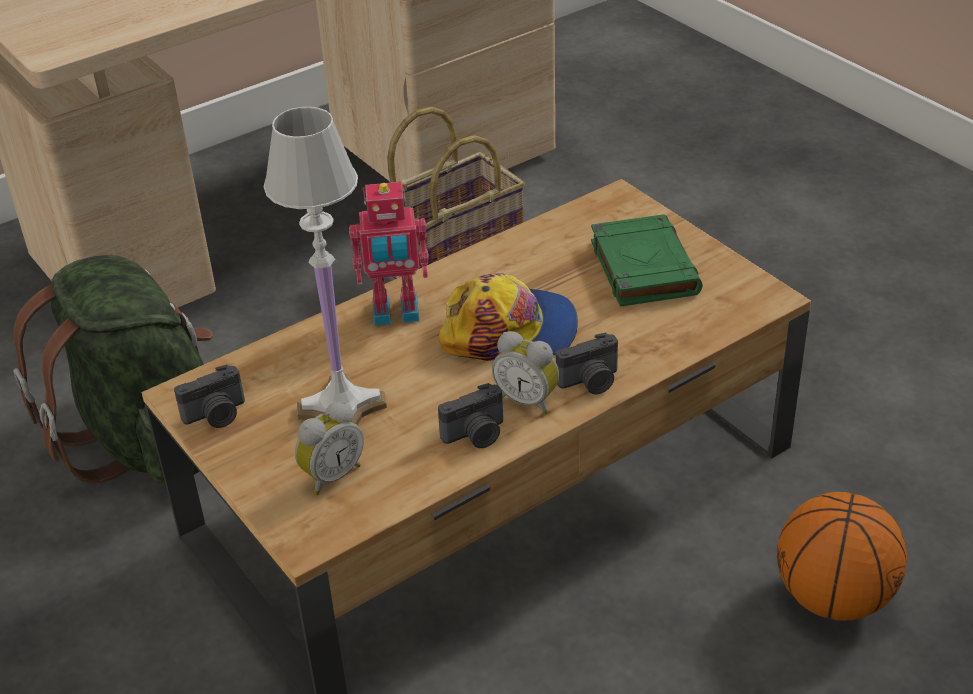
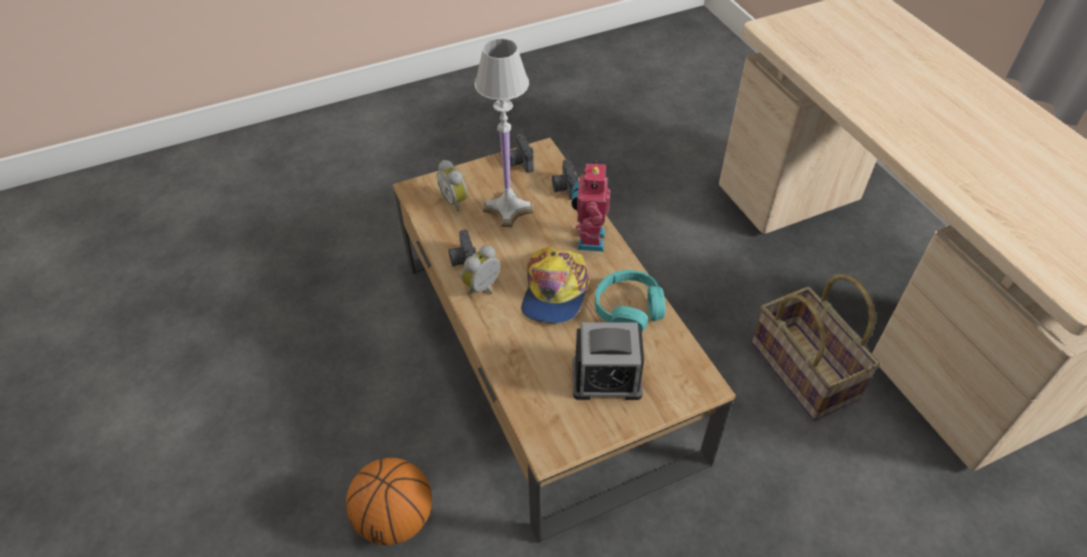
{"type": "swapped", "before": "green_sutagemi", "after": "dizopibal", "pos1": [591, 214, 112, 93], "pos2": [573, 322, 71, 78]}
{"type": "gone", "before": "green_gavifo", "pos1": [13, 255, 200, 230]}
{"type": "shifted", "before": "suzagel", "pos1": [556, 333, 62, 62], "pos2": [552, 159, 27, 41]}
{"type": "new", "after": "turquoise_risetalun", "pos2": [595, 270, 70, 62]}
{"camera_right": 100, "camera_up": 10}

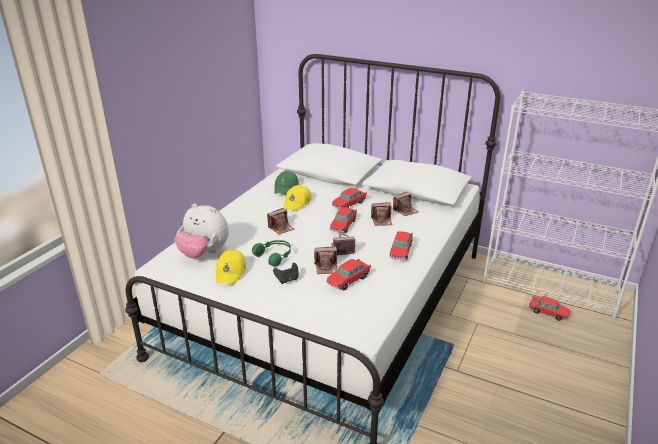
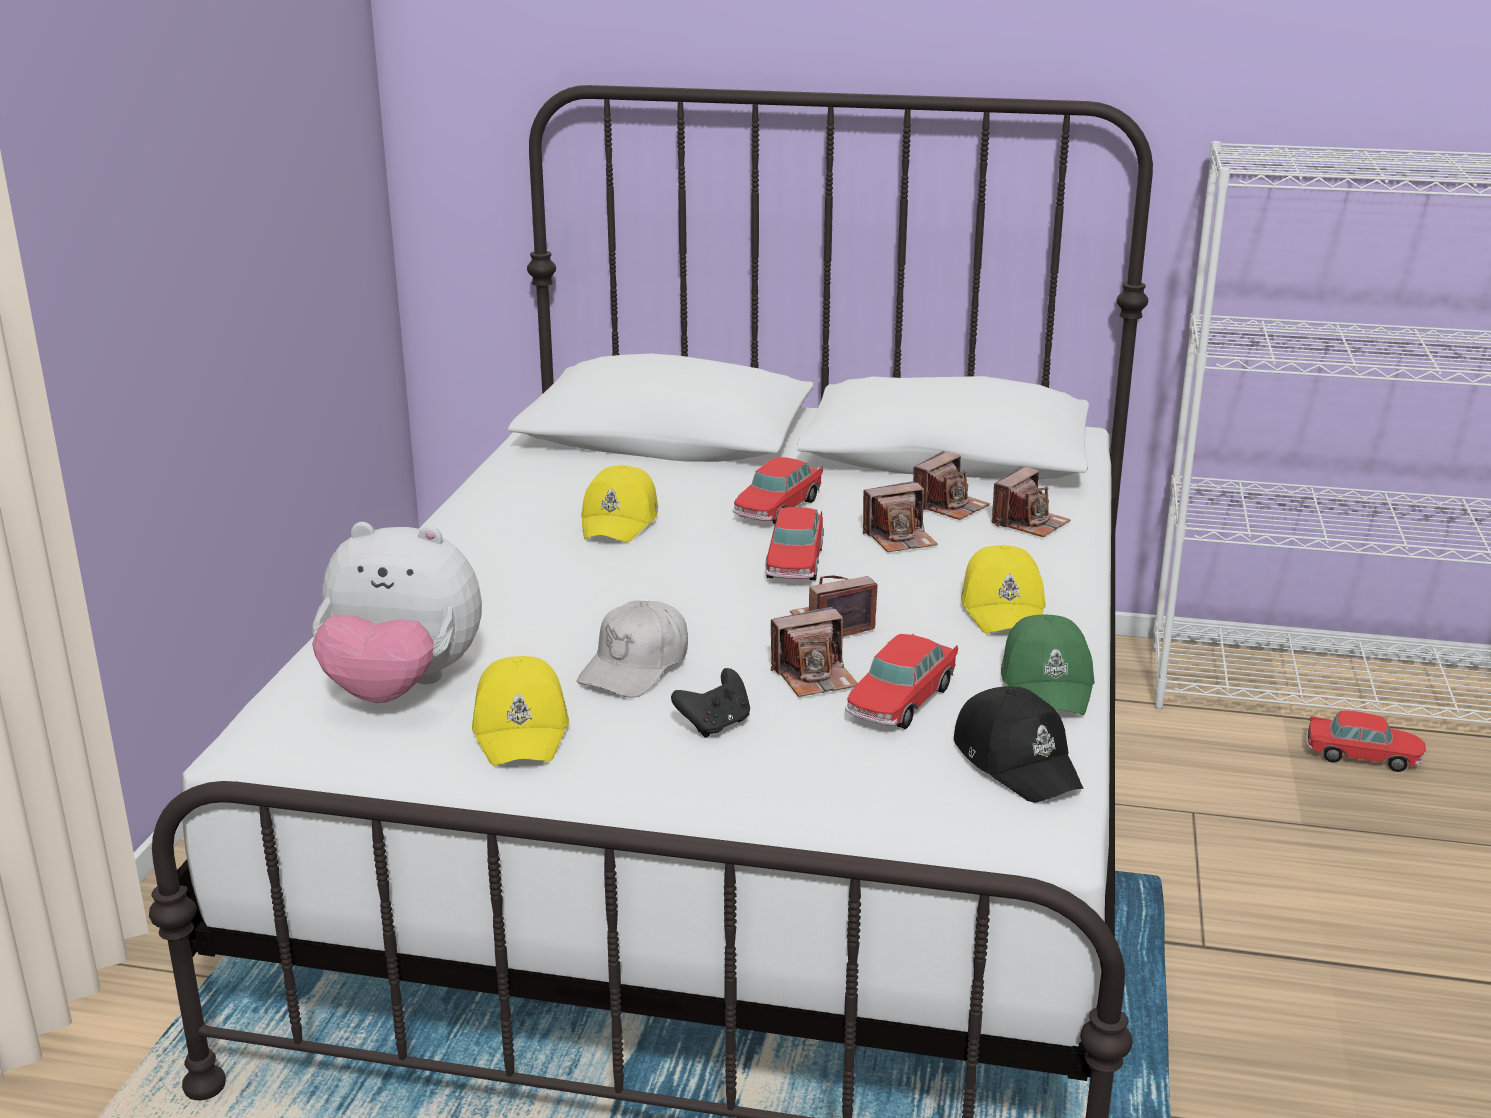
{"type": "shifted", "before": "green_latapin", "pos1": [274, 171, 25, 24], "pos2": [1001, 615, 94, 100]}
{"type": "shifted", "before": "suzagel", "pos1": [267, 208, 27, 26], "pos2": [992, 466, 79, 71]}
{"type": "swapped", "before": "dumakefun", "after": "yellow_latapin", "pos1": [390, 231, 23, 29], "pos2": [961, 545, 85, 89]}
{"type": "swapped", "before": "green_risetalun", "after": "white_latapin", "pos1": [252, 240, 39, 26], "pos2": [577, 601, 111, 97]}
{"type": "new", "after": "black_latapin", "pos2": [954, 686, 130, 117]}
{"camera_right": -15, "camera_up": -5}

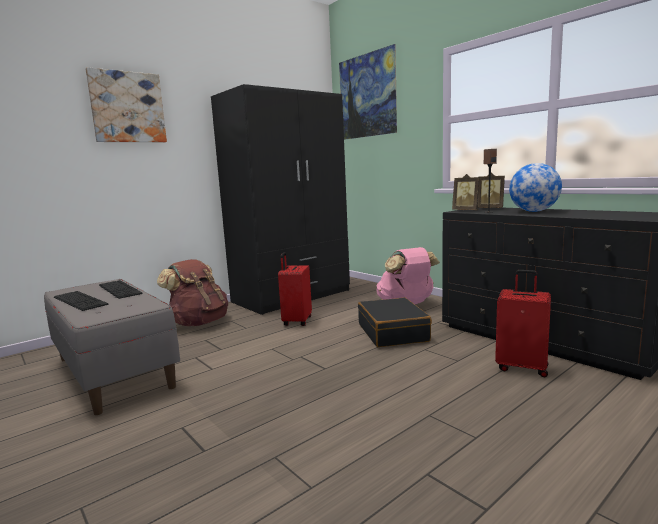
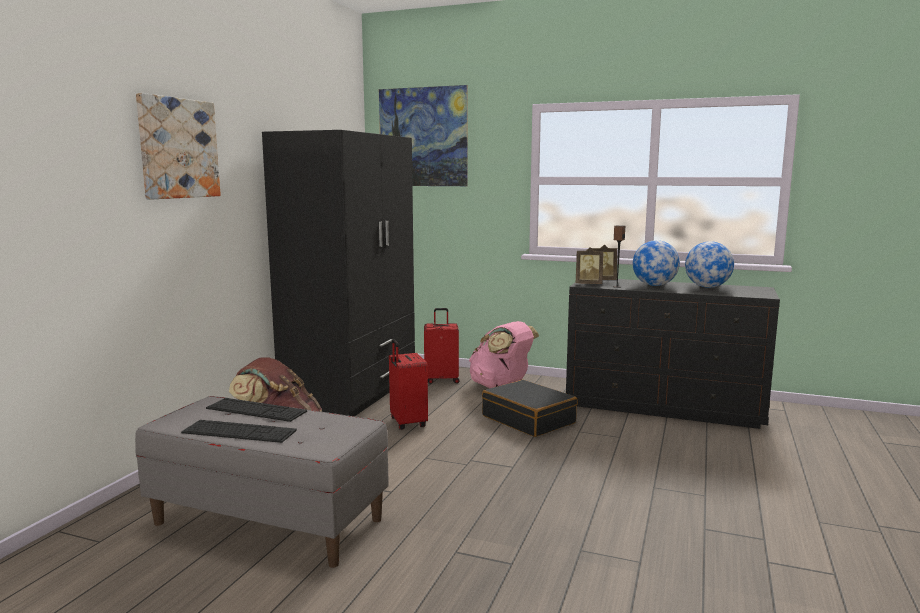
{"type": "shifted", "before": "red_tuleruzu", "pos1": [495, 270, 56, 107], "pos2": [424, 308, 35, 76]}
{"type": "new", "after": "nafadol", "pos2": [685, 241, 49, 47]}
{"camera_right": -30, "camera_up": 0}

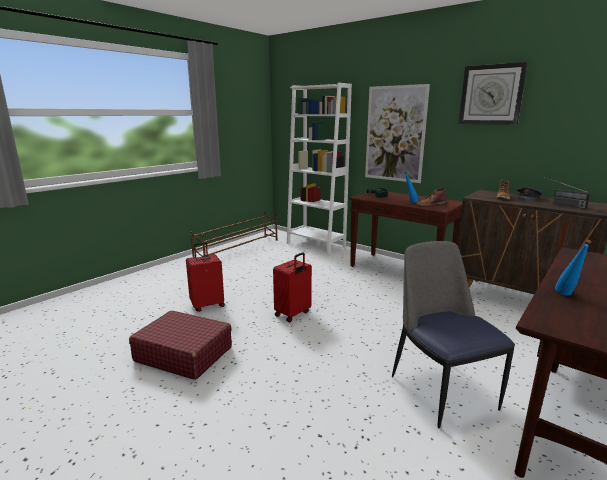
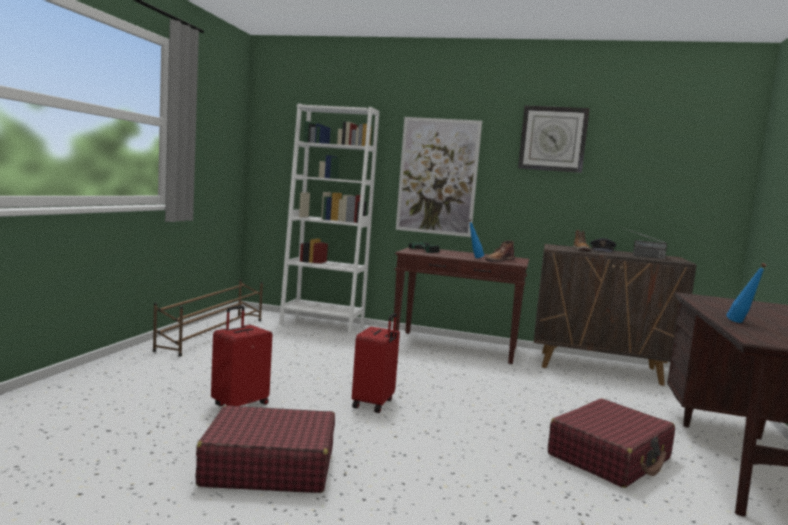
{"type": "swapped", "before": "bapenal", "after": "red_tuleruzu", "pos1": [392, 241, 123, 187], "pos2": [548, 399, 127, 89]}
{"camera_right": -25, "camera_up": -10}

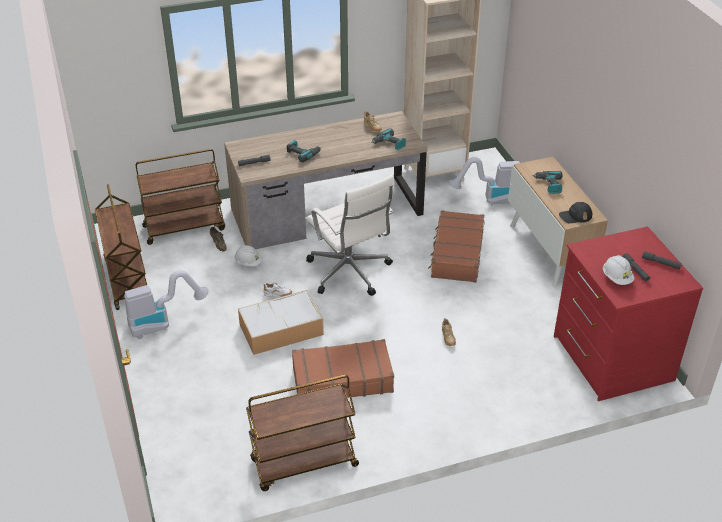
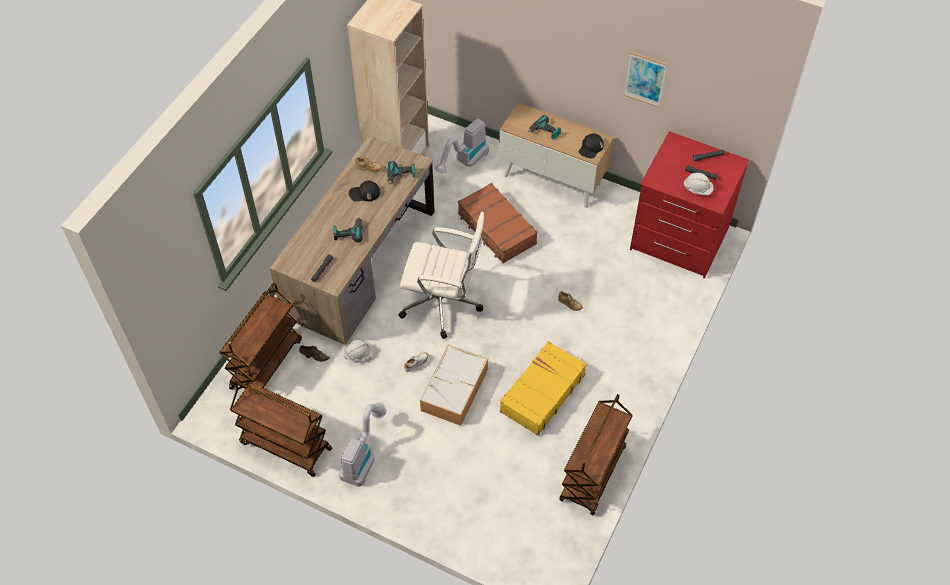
{"type": "repainted", "before": "brown_tuleruzu", "after": "yellow_tuleruzu", "pos1": [292, 339, 102, 59], "pos2": [500, 341, 87, 95]}
{"type": "new", "after": "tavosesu", "pos2": [624, 52, 43, 55]}
{"type": "new", "after": "black_latapin", "pos2": [349, 180, 31, 21]}
{"camera_right": -45, "camera_up": 15}

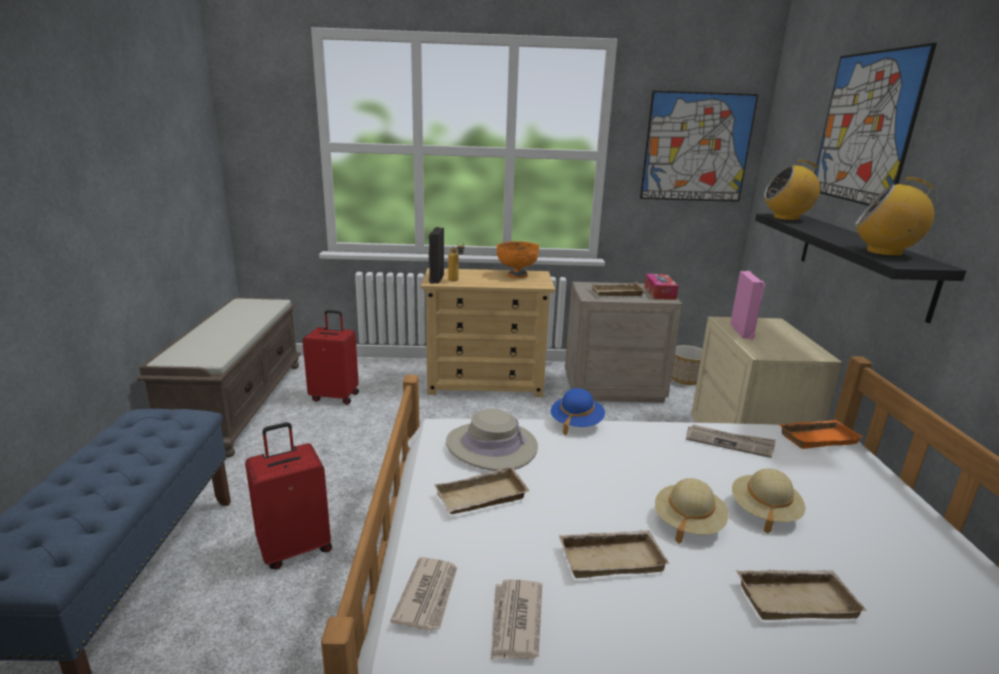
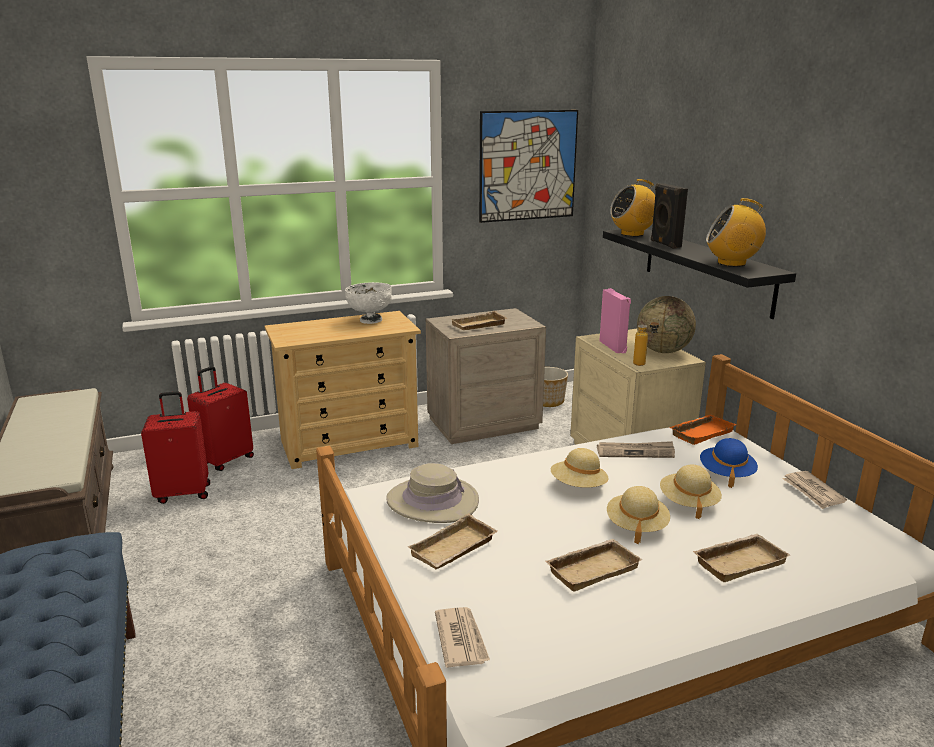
{"type": "gone", "before": "tavosesu", "pos1": [815, 43, 122, 163]}
{"type": "shifted", "before": "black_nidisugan", "pos1": [428, 227, 16, 57], "pos2": [651, 183, 37, 66]}
{"type": "shifted", "before": "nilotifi", "pos1": [448, 241, 17, 40], "pos2": [633, 318, 27, 48]}
{"type": "repainted", "before": "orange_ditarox", "after": "white_ditarox", "pos1": [497, 241, 42, 37], "pos2": [345, 282, 47, 42]}
{"type": "gone", "before": "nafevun", "pos1": [644, 274, 35, 26]}
{"type": "shifted", "before": "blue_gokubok", "pos1": [551, 388, 54, 47], "pos2": [700, 438, 58, 50]}
{"type": "shifted", "before": "red_tuleruzu", "pos1": [245, 422, 87, 147], "pos2": [187, 366, 67, 105]}
{"type": "shifted", "before": "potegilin", "pos1": [491, 579, 51, 80], "pos2": [782, 471, 65, 38]}
{"type": "new", "after": "nafadol", "pos2": [637, 296, 59, 57]}
{"type": "new", "after": "beige_gokubok", "pos2": [551, 448, 58, 39]}
{"camera_right": -20, "camera_up": 0}

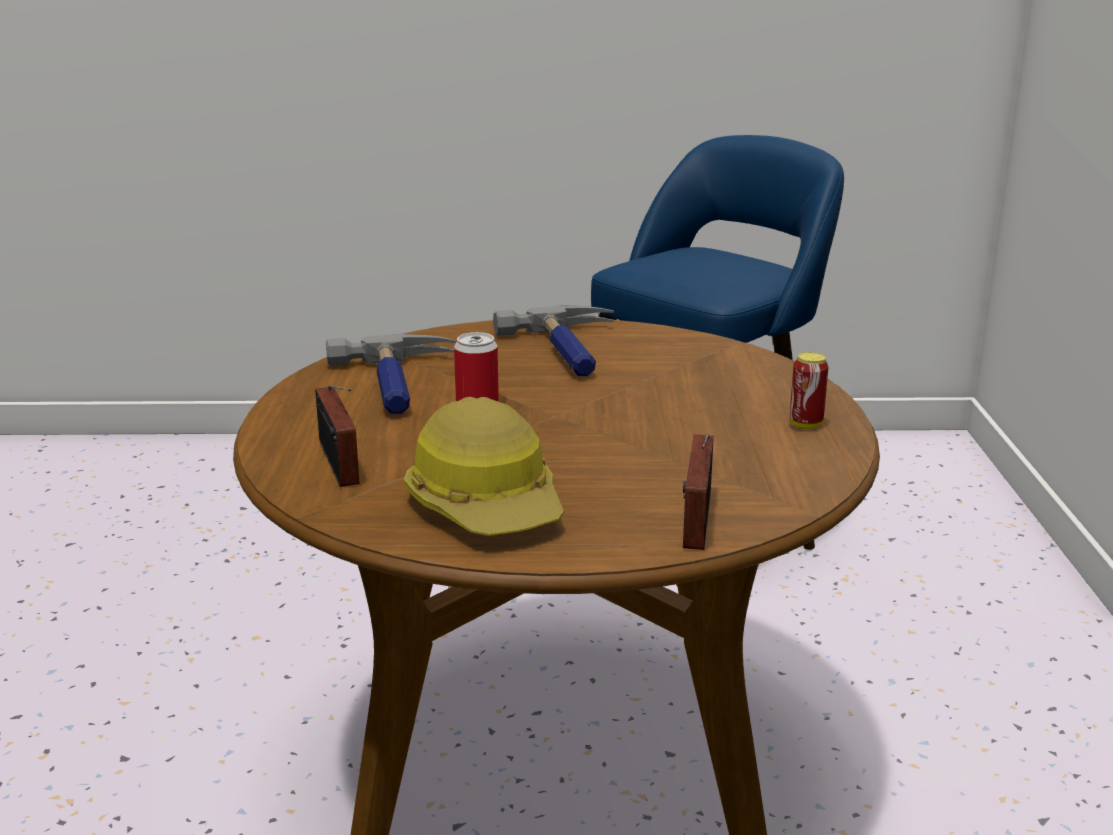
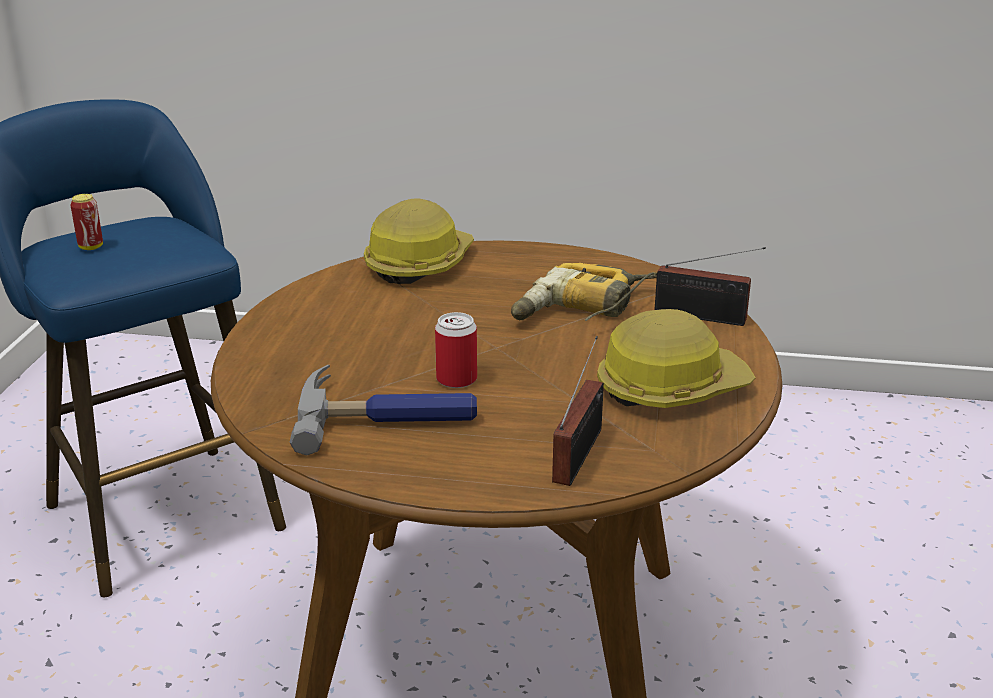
{"type": "gone", "before": "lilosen", "pos1": [493, 306, 121, 70]}
{"type": "shifted", "before": "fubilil", "pos1": [790, 352, 38, 77], "pos2": [70, 194, 33, 56]}
{"type": "rotated", "before": "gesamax", "pos1": [315, 385, 44, 102], "pos2": [552, 336, 52, 150], "turn": -60}
{"type": "new", "after": "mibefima", "pos2": [364, 198, 110, 86]}
{"type": "new", "after": "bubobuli", "pos2": [511, 263, 146, 58]}
{"camera_right": -80, "camera_up": 5}

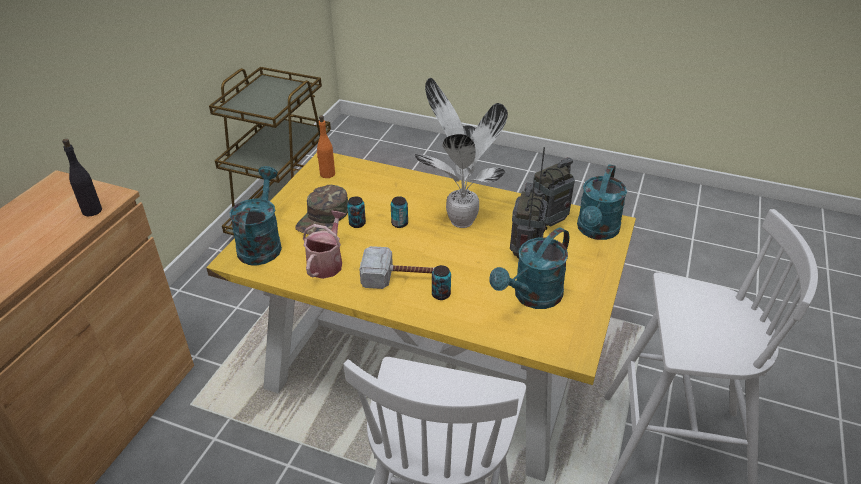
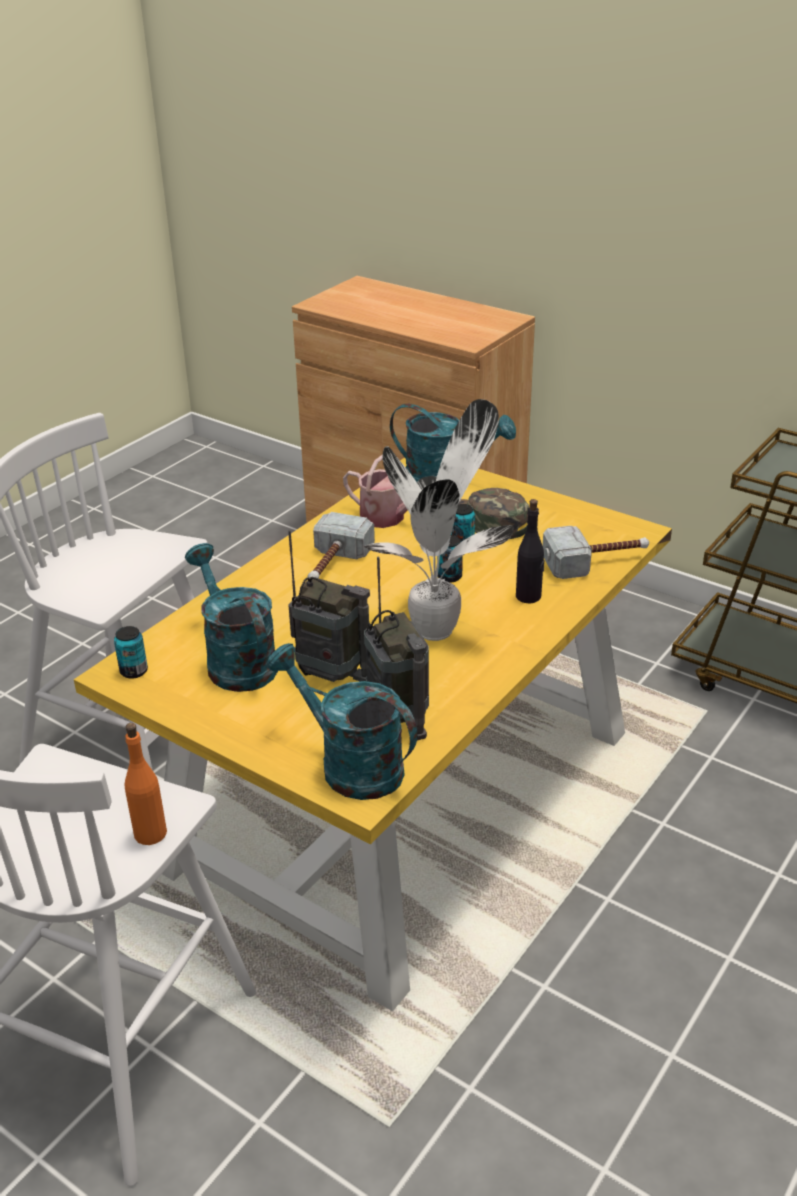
{"type": "shifted", "before": "orange_nilotifi", "pos1": [317, 115, 18, 63], "pos2": [124, 723, 43, 122]}
{"type": "shifted", "before": "black_nilotifi", "pos1": [62, 139, 40, 77], "pos2": [516, 499, 29, 104]}
{"type": "shifted", "before": "fubilil", "pos1": [432, 265, 19, 35], "pos2": [114, 626, 34, 53]}
{"type": "new", "after": "lilosen", "pos2": [543, 526, 106, 53]}
{"camera_right": 105, "camera_up": -5}

